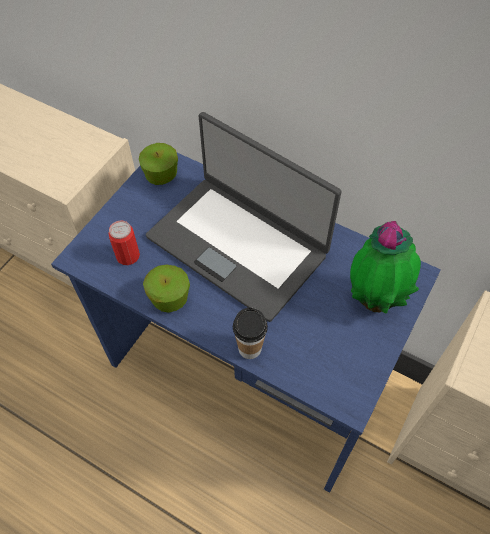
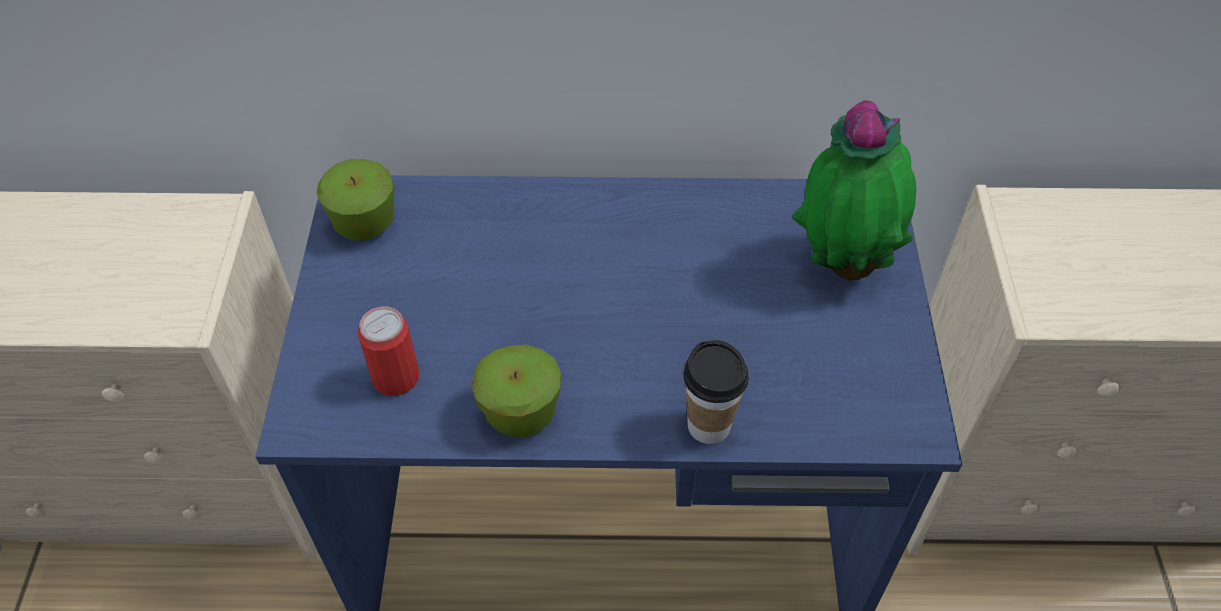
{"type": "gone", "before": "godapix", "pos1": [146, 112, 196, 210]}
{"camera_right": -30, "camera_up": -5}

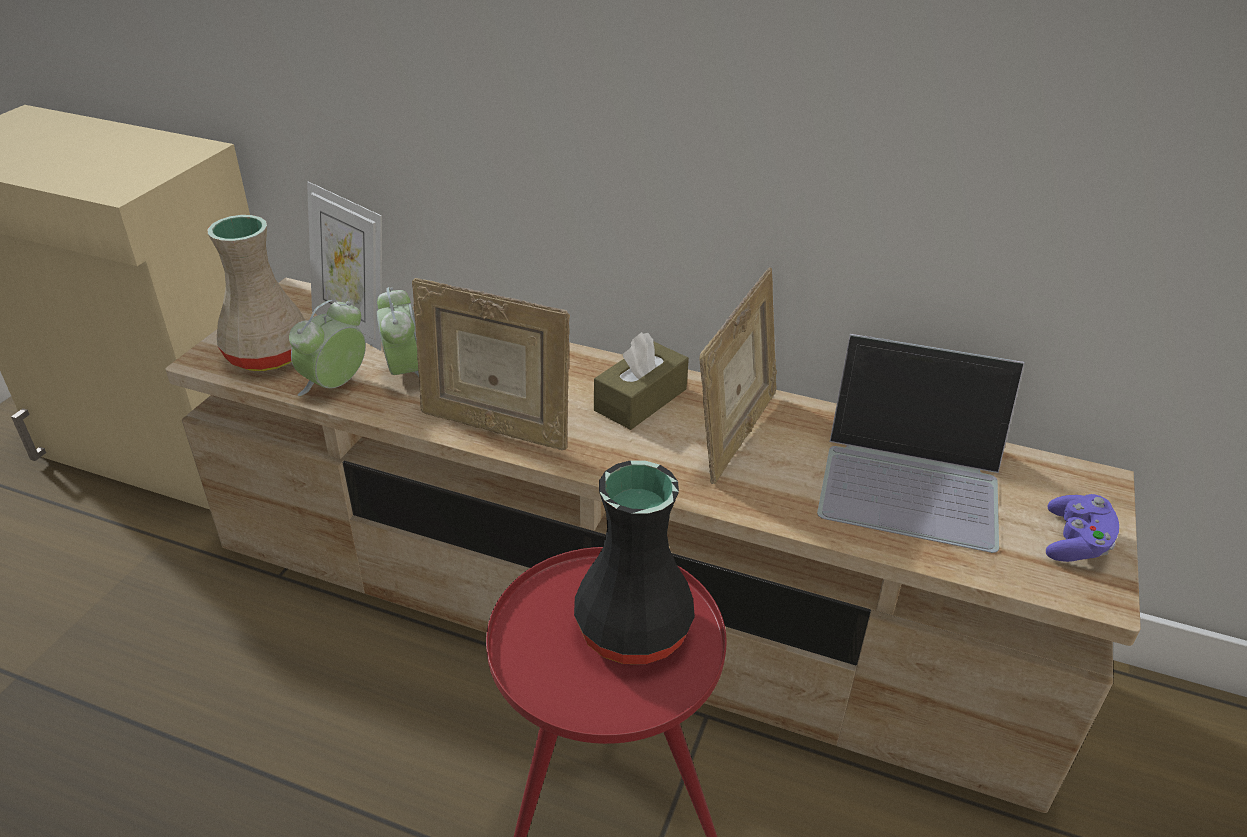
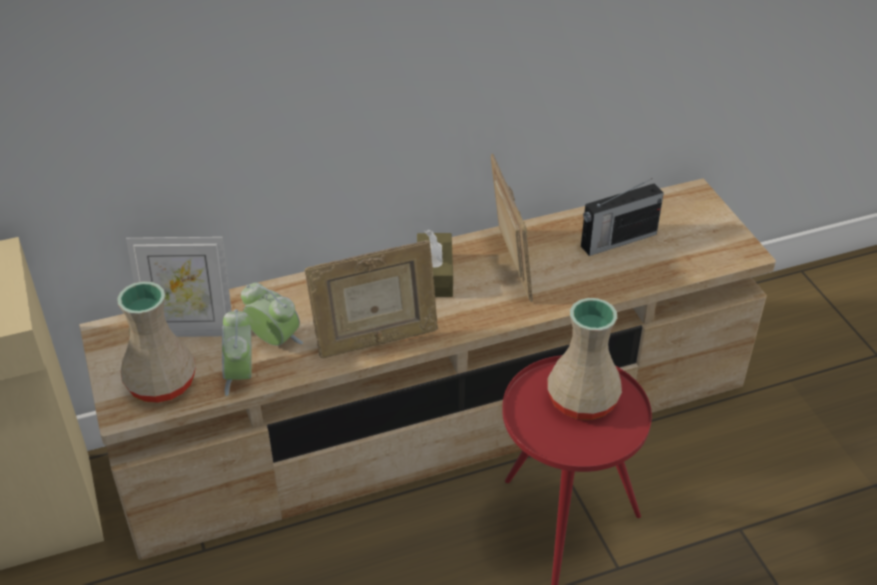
{"type": "swapped", "before": "godapix", "after": "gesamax", "pos1": [817, 334, 208, 219], "pos2": [581, 178, 83, 78]}
{"type": "repainted", "before": "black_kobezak", "after": "beige_kobezak", "pos1": [574, 460, 121, 204], "pos2": [547, 298, 75, 122]}
{"type": "gone", "before": "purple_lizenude", "pos1": [1046, 494, 73, 68]}
{"camera_right": -40, "camera_up": 5}

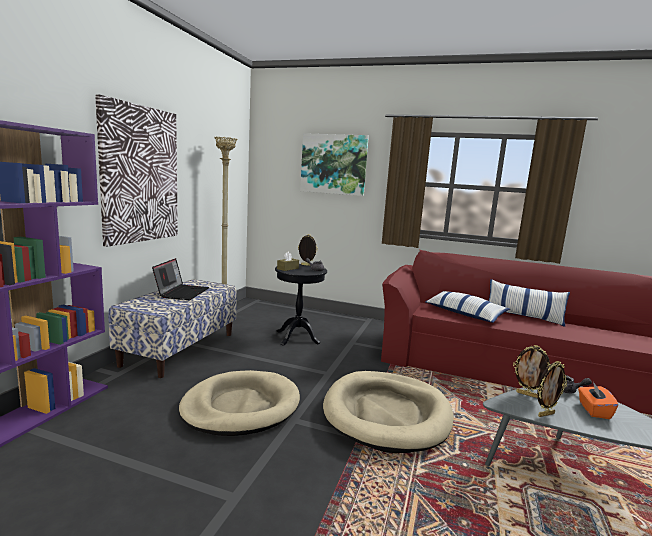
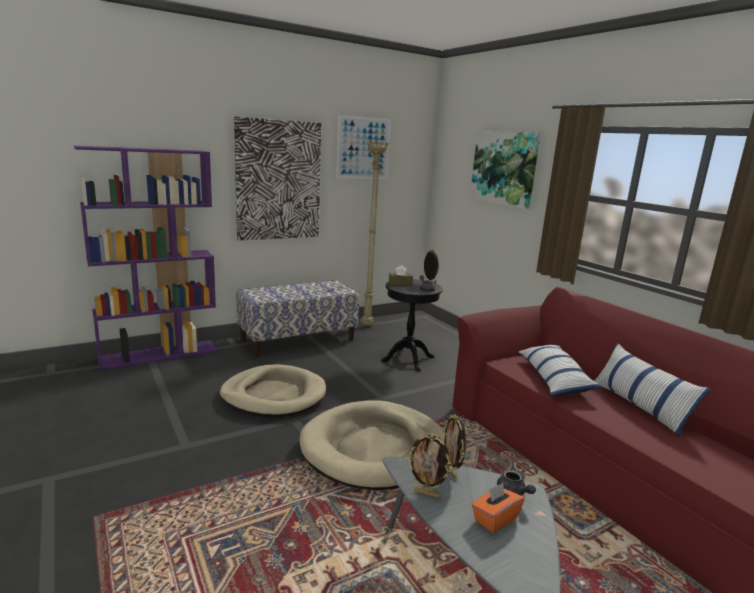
{"type": "gone", "before": "godapix", "pos1": [152, 258, 57, 42]}
{"type": "new", "after": "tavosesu", "pos2": [336, 115, 55, 64]}
{"camera_right": 40, "camera_up": 5}

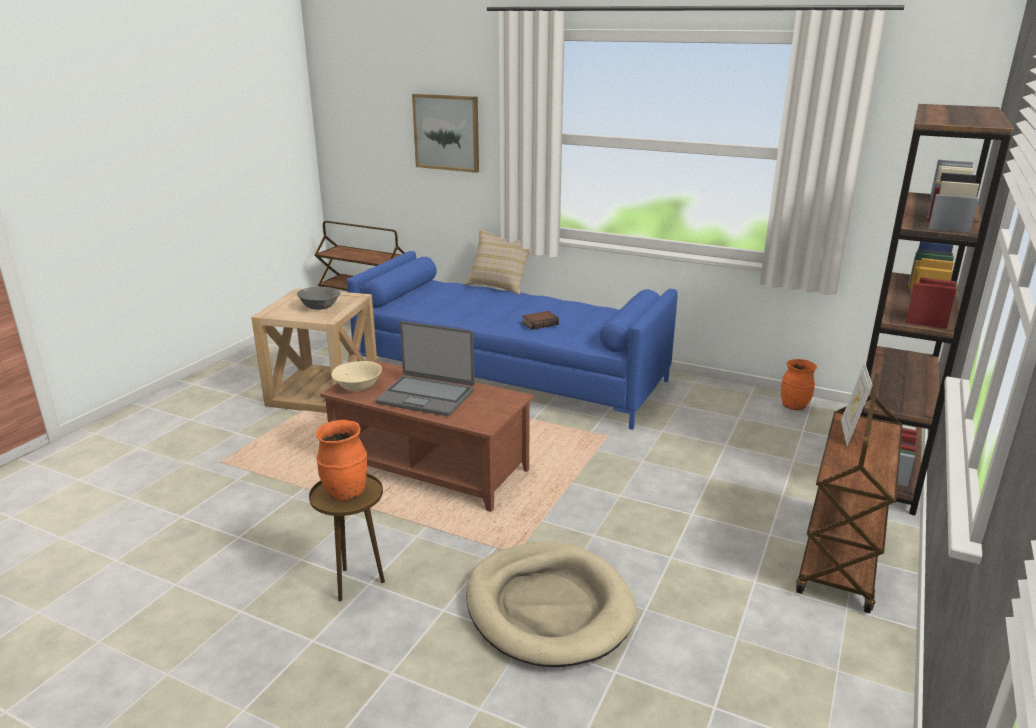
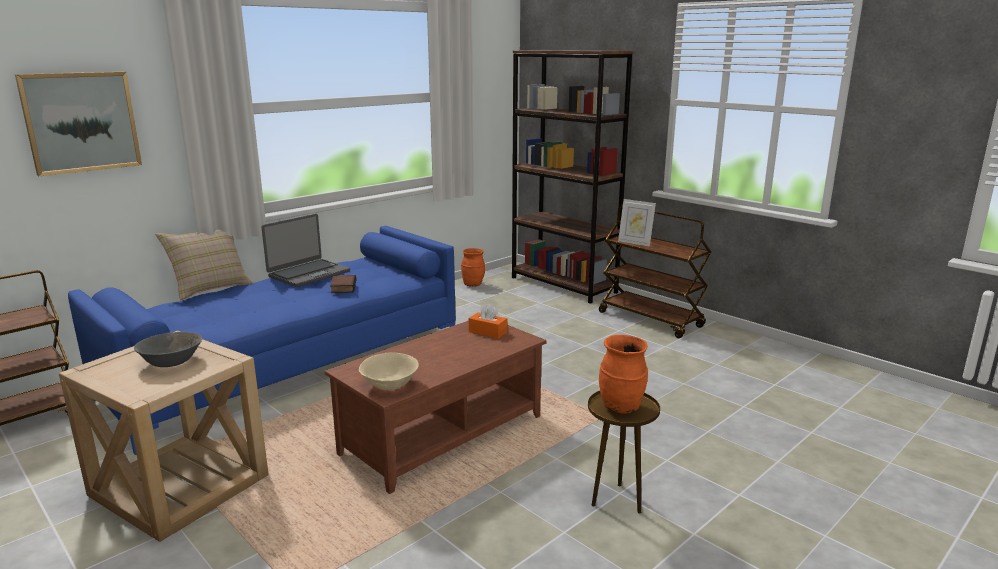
{"type": "shifted", "before": "godapix", "pos1": [375, 321, 100, 95], "pos2": [261, 214, 89, 73]}
{"type": "gone", "before": "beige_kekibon", "pos1": [466, 541, 170, 126]}
{"type": "new", "after": "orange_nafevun", "pos2": [469, 304, 38, 34]}
{"camera_right": -70, "camera_up": -5}

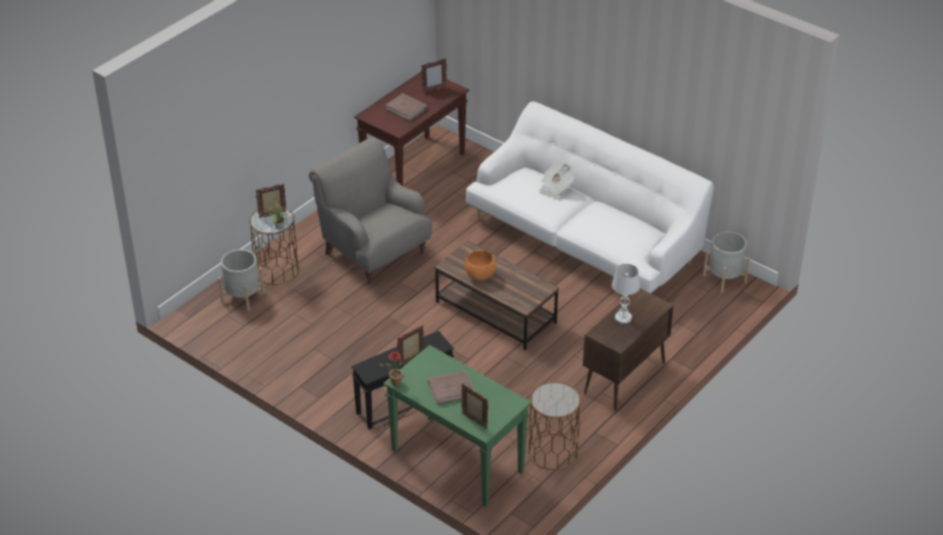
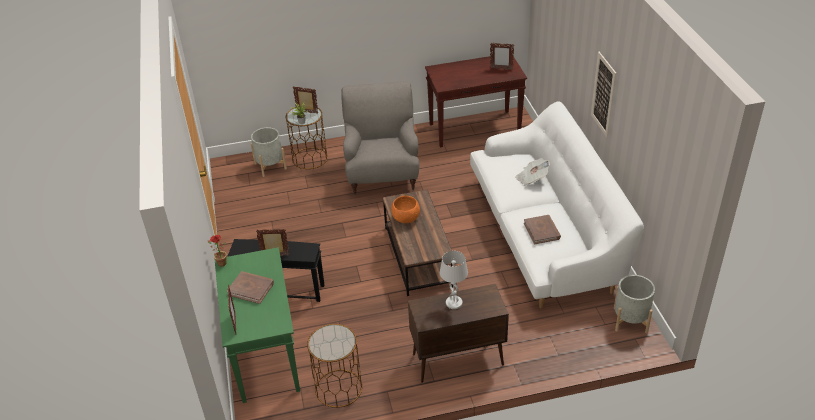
{"type": "shifted", "before": "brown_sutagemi", "pos1": [385, 93, 42, 28], "pos2": [524, 215, 37, 29]}
{"type": "new", "after": "tavosesu", "pos2": [591, 52, 25, 85]}
{"camera_right": 40, "camera_up": 0}

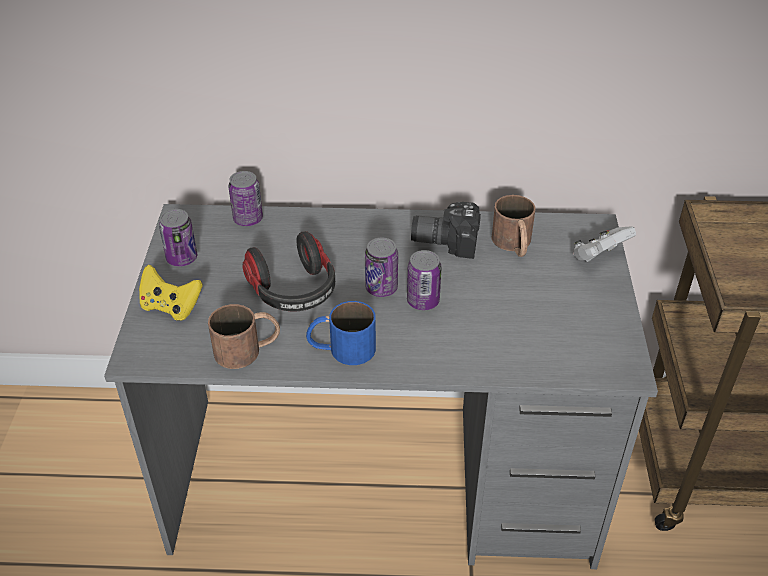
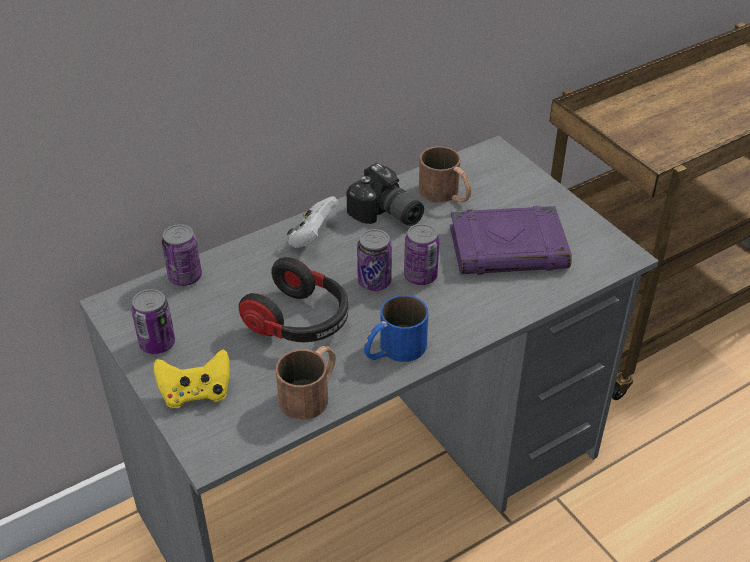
{"type": "rotated", "before": "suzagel", "pos1": [411, 202, 70, 57], "pos2": [346, 163, 78, 63], "turn": -105}
{"type": "shifted", "before": "white_lizenude", "pos1": [573, 226, 63, 36], "pos2": [287, 196, 52, 52]}
{"type": "new", "after": "purple_sutagemi", "pos2": [450, 206, 122, 69]}
{"camera_right": -35, "camera_up": 0}

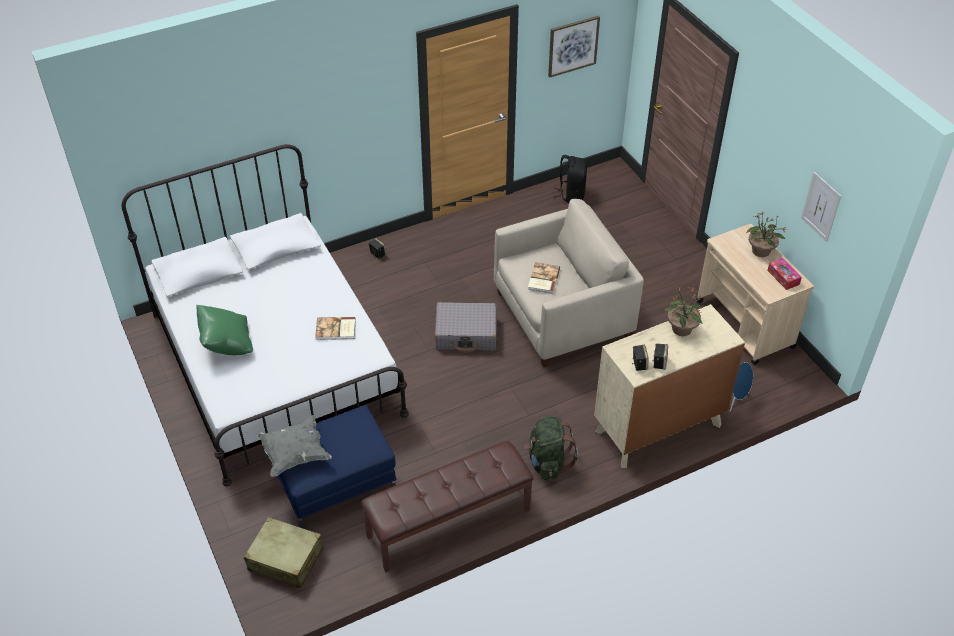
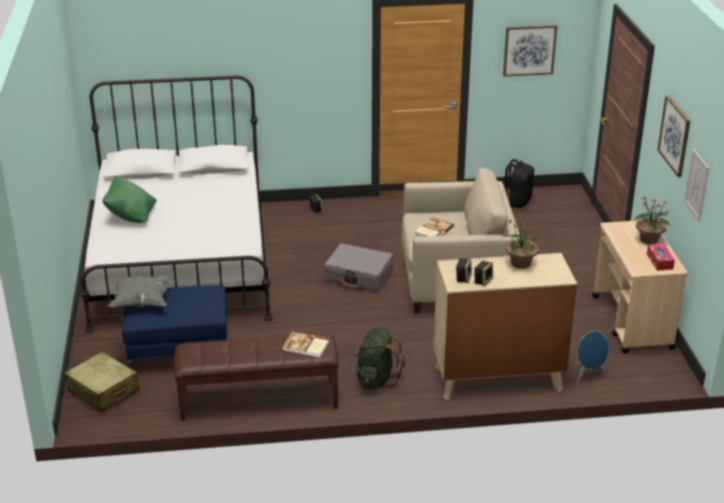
{"type": "shifted", "before": "sutagemi", "pos1": [315, 317, 41, 23], "pos2": [282, 331, 48, 27]}
{"type": "new", "after": "tavosesu", "pos2": [657, 96, 33, 81]}
{"camera_right": 20, "camera_up": -15}

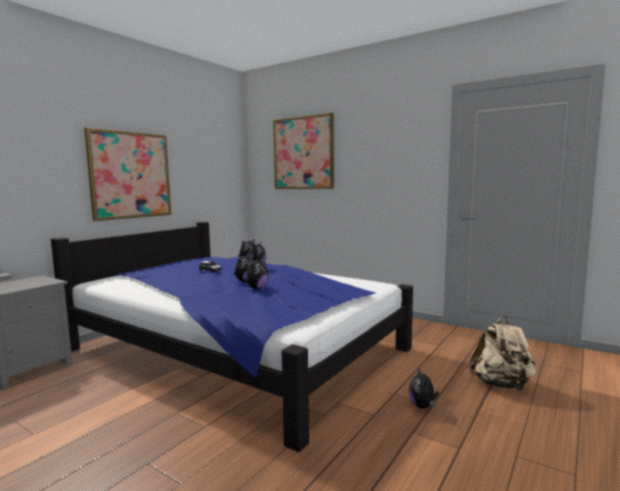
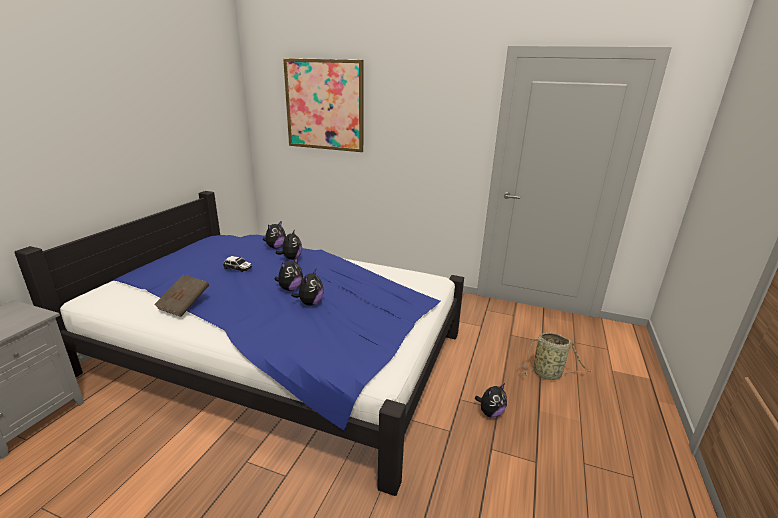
{"type": "gone", "before": "tavosesu", "pos1": [84, 127, 87, 94]}
{"type": "swapped", "before": "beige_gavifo", "after": "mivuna", "pos1": [470, 316, 66, 74], "pos2": [518, 332, 75, 48]}
{"type": "rotated", "before": "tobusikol", "pos1": [409, 368, 30, 41], "pos2": [475, 383, 32, 35], "turn": -105}
{"type": "new", "after": "brown_sutagemi", "pos2": [154, 275, 55, 42]}
{"camera_right": -15, "camera_up": 15}

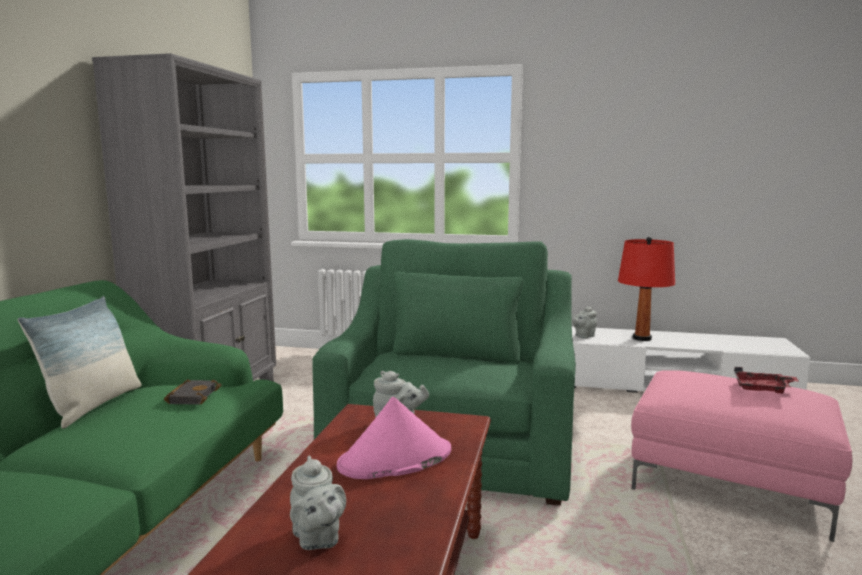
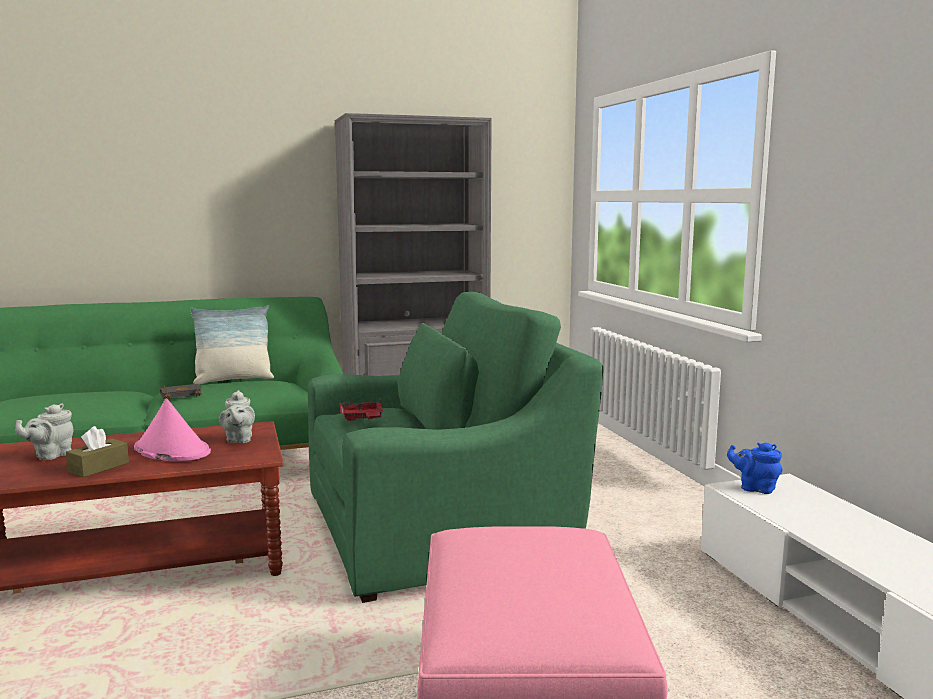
{"type": "gone", "before": "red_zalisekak", "pos1": [618, 237, 57, 104]}
{"type": "repainted", "before": "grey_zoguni", "after": "blue_zoguni", "pos1": [572, 306, 25, 33], "pos2": [727, 442, 55, 52]}
{"type": "shifted", "before": "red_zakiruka", "pos1": [734, 367, 64, 27], "pos2": [339, 399, 44, 22]}
{"type": "shifted", "before": "black_sutagemi", "pos1": [164, 379, 57, 26], "pos2": [160, 382, 42, 17]}
{"type": "new", "after": "brown_nafevun", "pos2": [66, 426, 63, 51]}
{"camera_right": 60, "camera_up": 0}

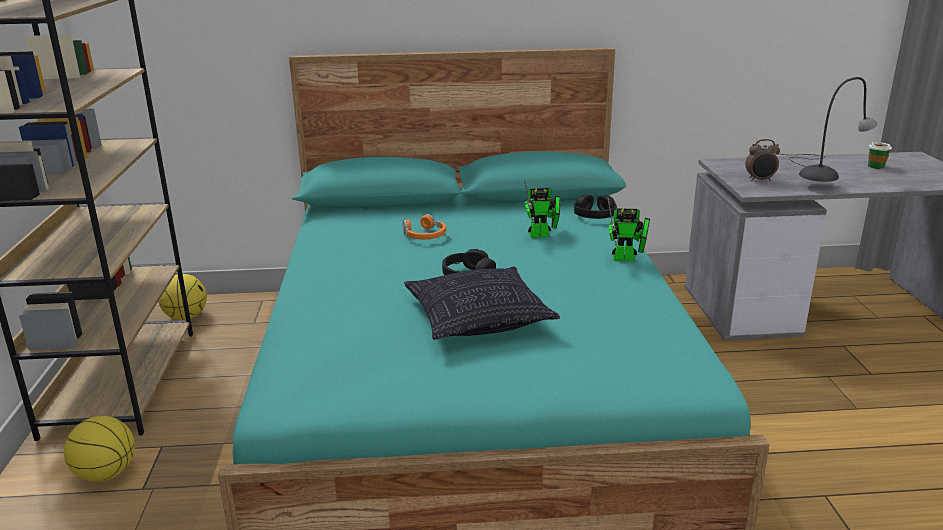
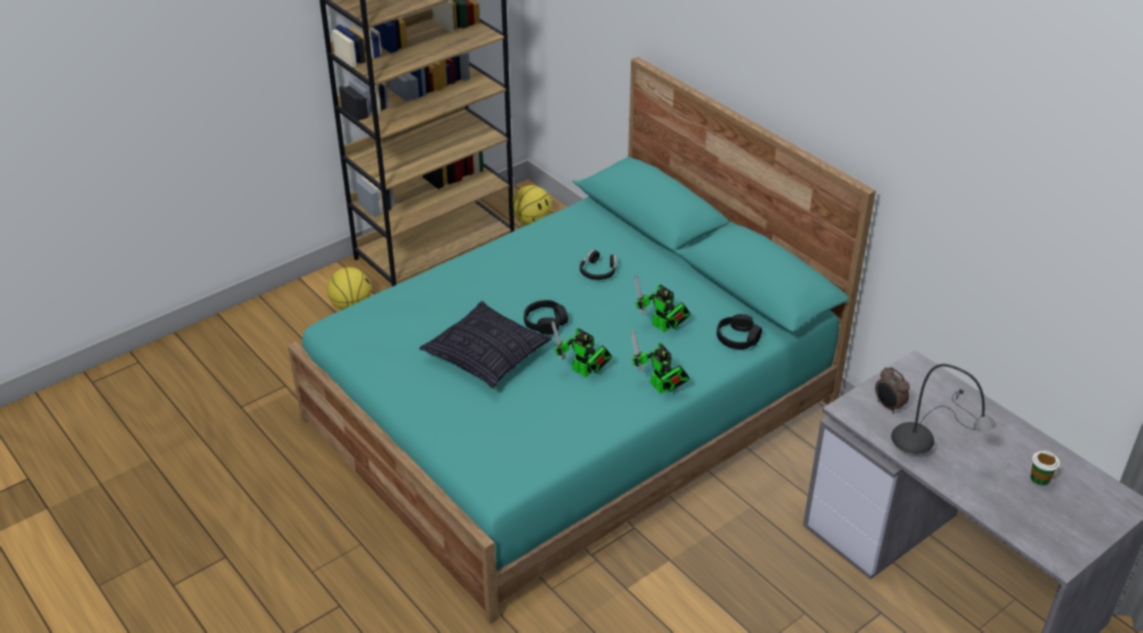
{"type": "repainted", "before": "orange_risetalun", "after": "black_risetalun", "pos1": [403, 214, 43, 25], "pos2": [580, 249, 37, 31]}
{"type": "new", "after": "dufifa", "pos2": [552, 321, 60, 56]}
{"camera_right": 55, "camera_up": 15}

